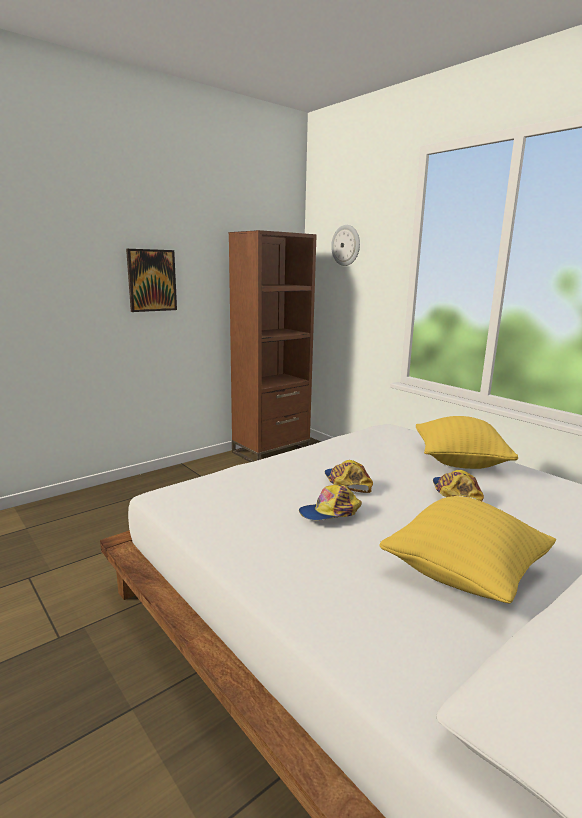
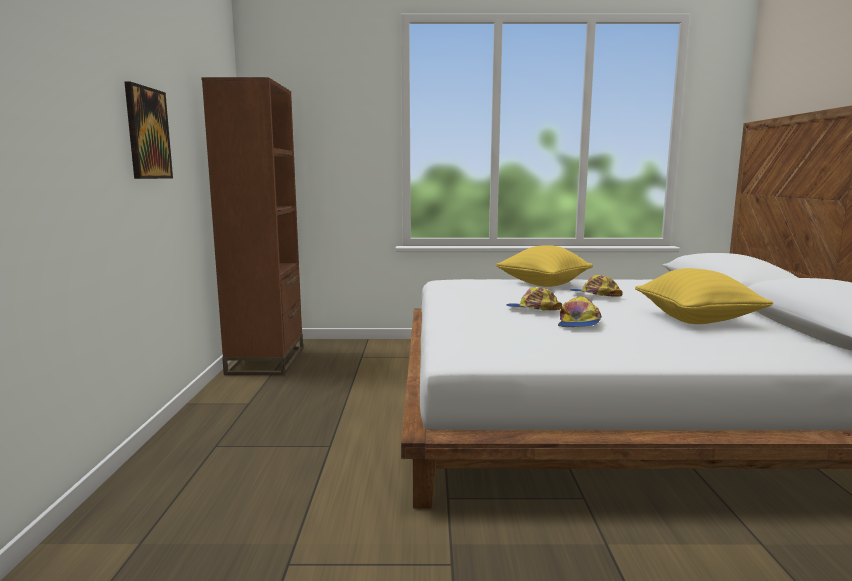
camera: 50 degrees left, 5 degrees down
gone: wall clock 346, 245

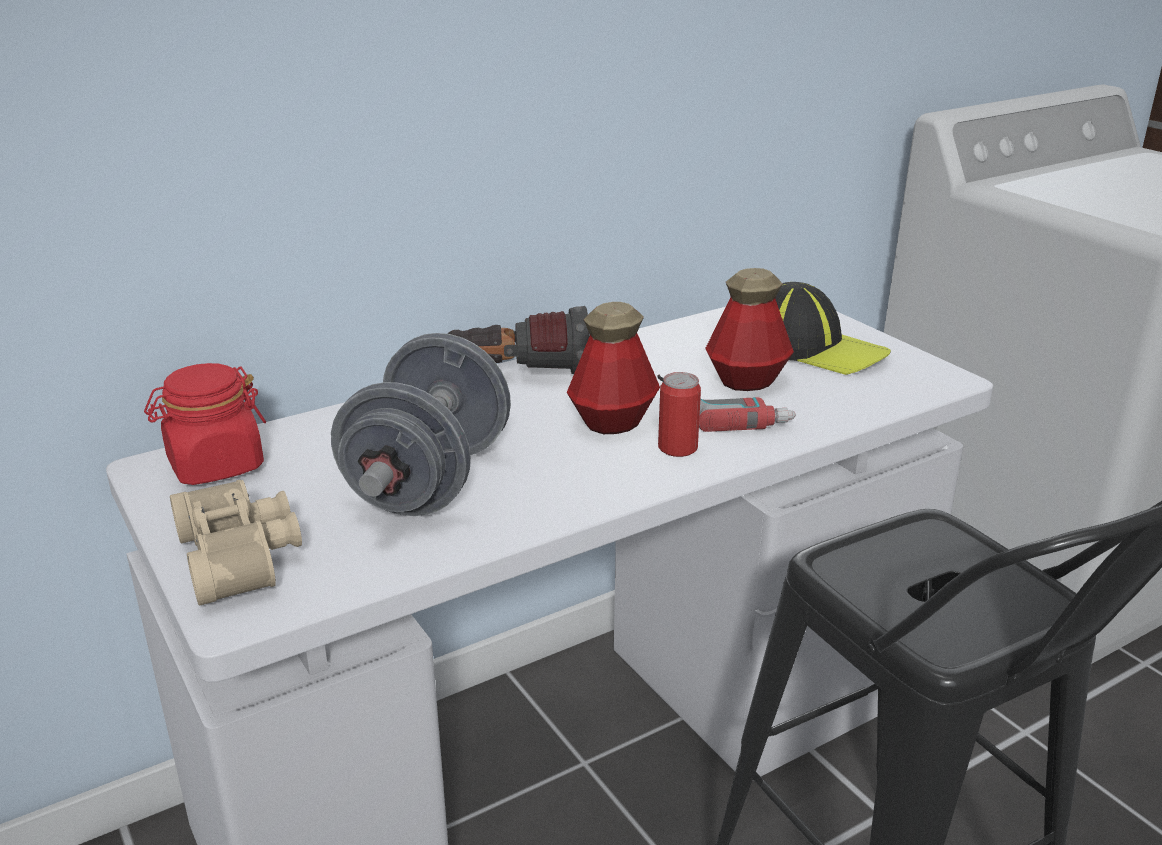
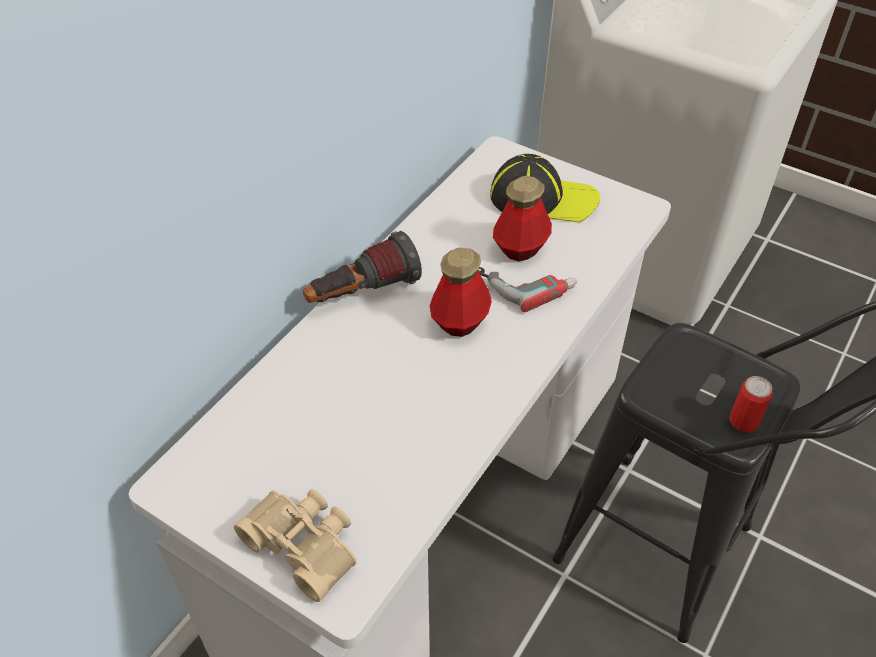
camera: 25 degrees left, 20 degrees up
gone: preserve jar (red) 215, 465; free weight (greyish) 428, 481
shifted: sealed can 677, 448 to 743, 421

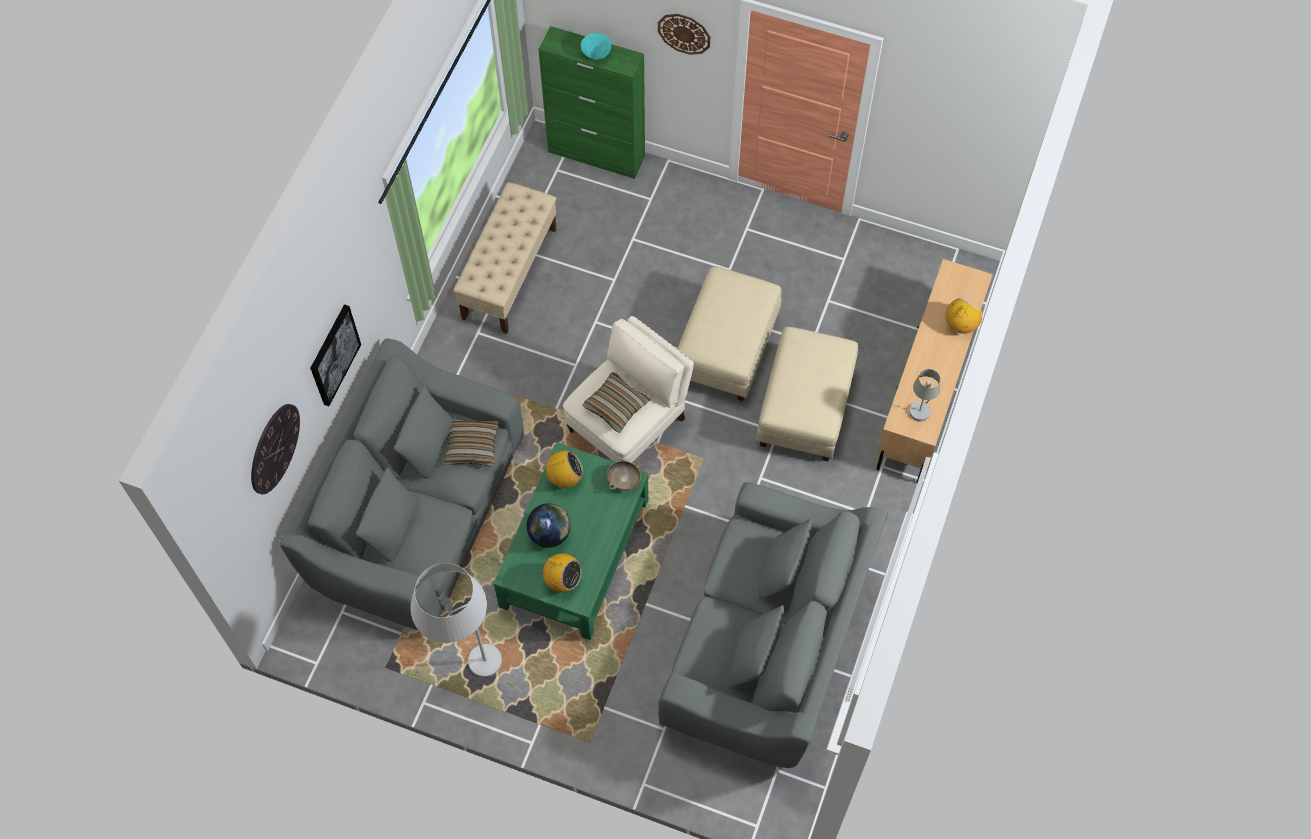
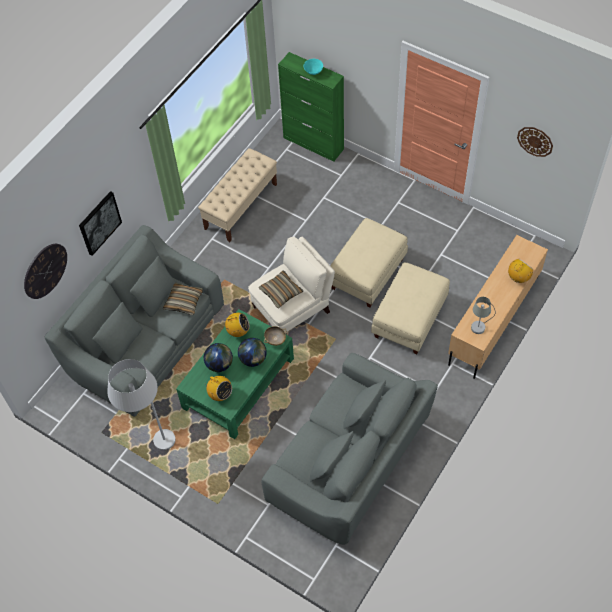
camera: 15 degrees right, 5 degrees down
new: globe 253, 359
shifted: wall clock 684, 33 to 535, 141

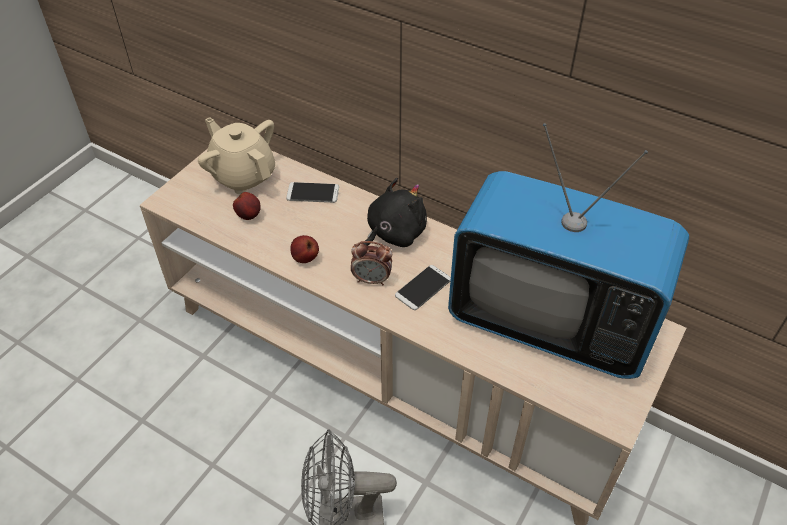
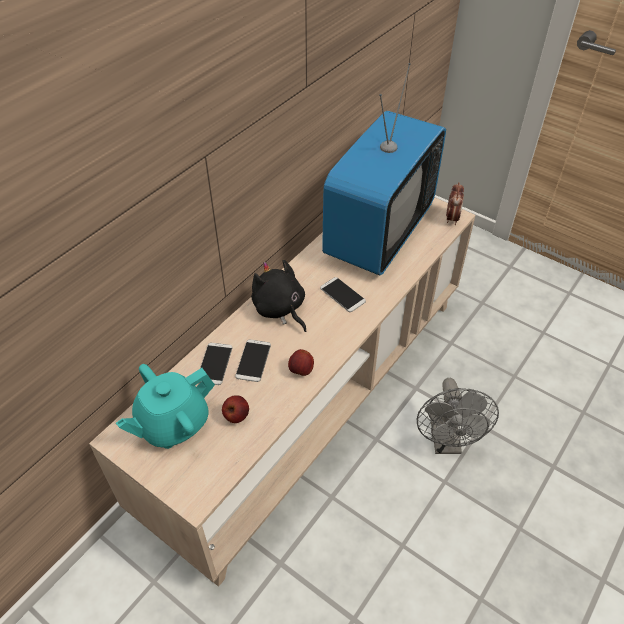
camera: 85 degrees left, 0 degrees up
new: telephone 253, 361
shifted: alarm clock 372, 279 to 452, 218
repainted: teapot (sand-coloured) 243, 175 to teapot (turquoise-coloured) 173, 424

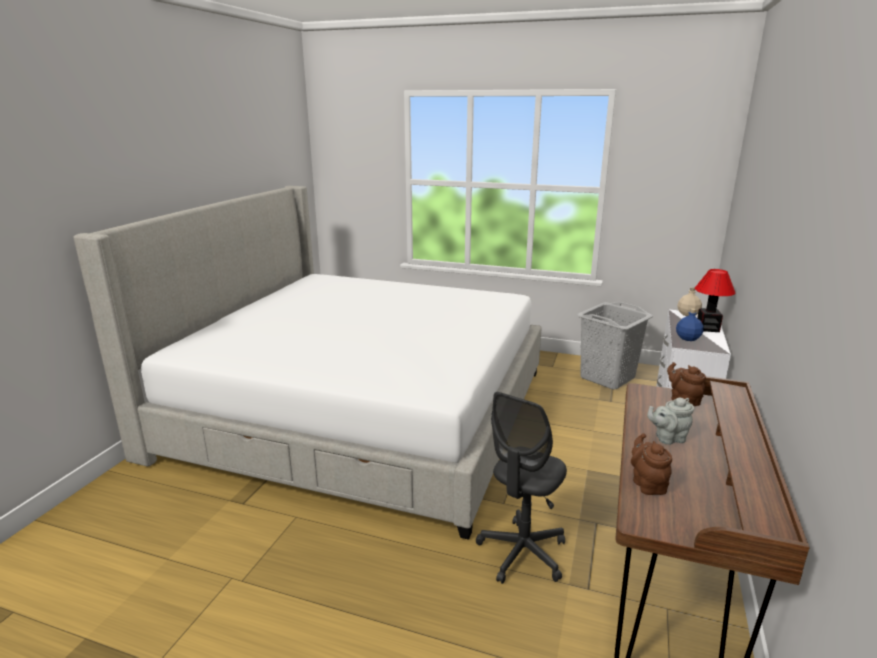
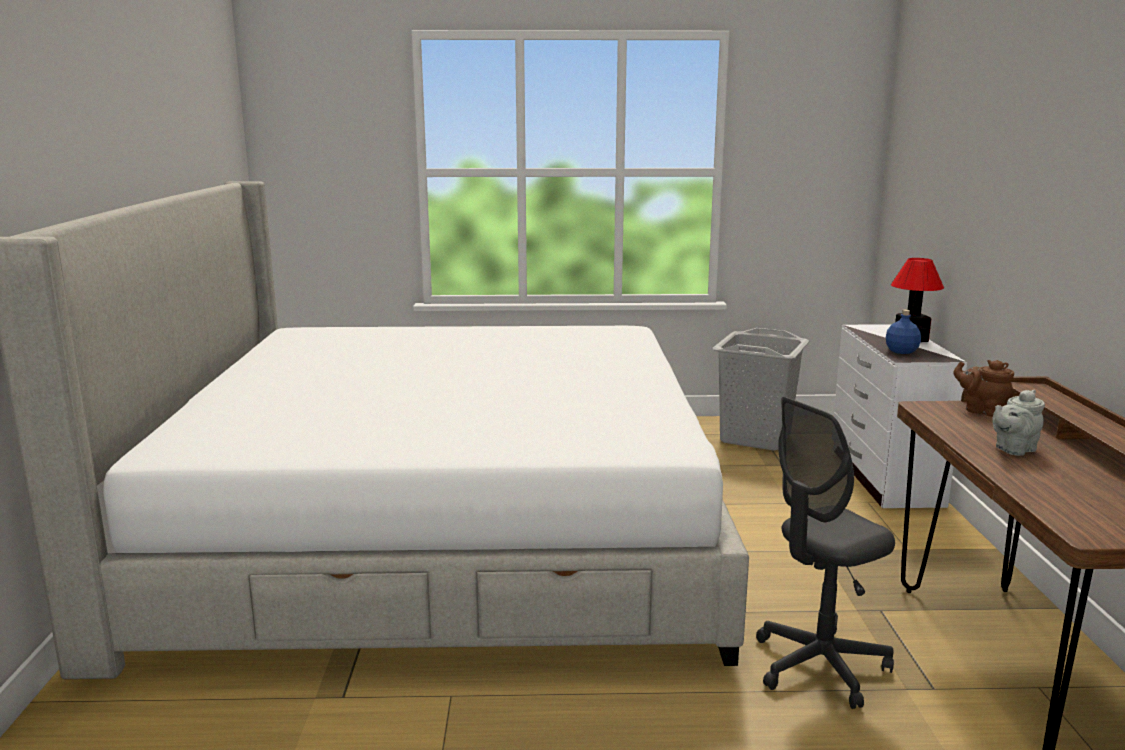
camera: 20 degrees left, 5 degrees down
gone: teapot (brown-coloured) 647, 484; drink bottle (sand-coloured) 687, 314
rotated: office chair (greyish) 522, 553 = 819, 667 45 degrees clockwise

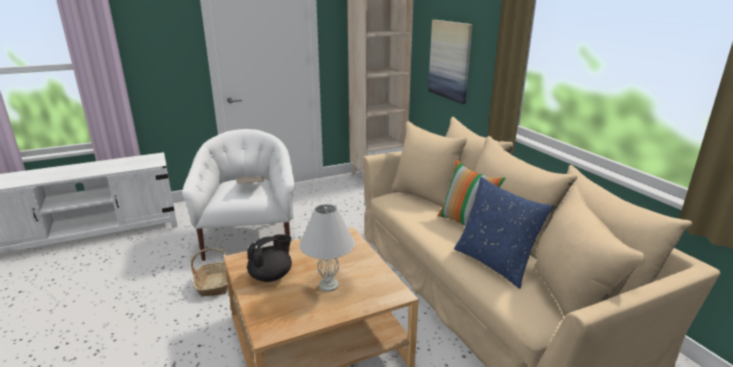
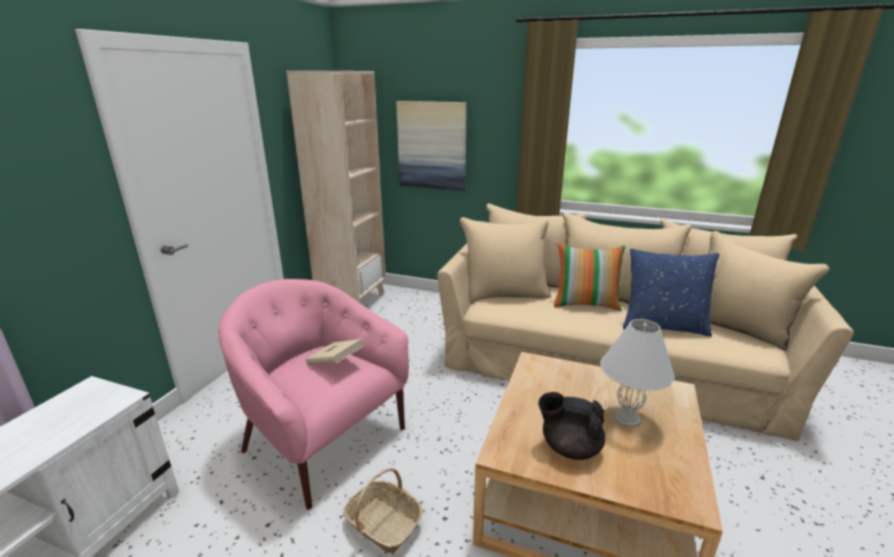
camera: 45 degrees left, 0 degrees up
repainted: lounge chair (white-coloured) 249, 237 to lounge chair (pink-coloured) 323, 440
rotated: teapot (black-coloured) 271, 276 = 569, 447 75 degrees counterclockwise

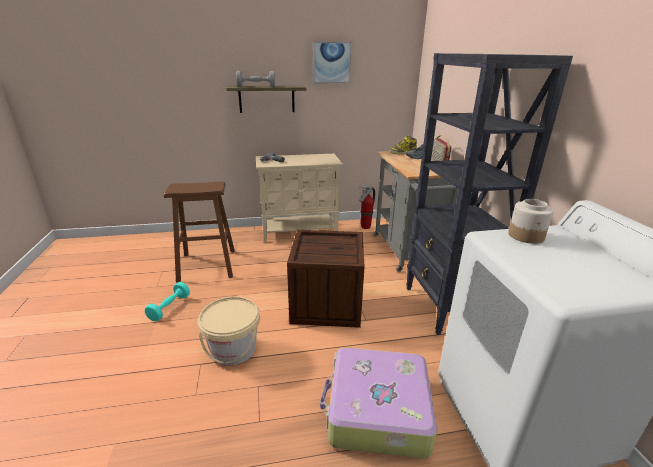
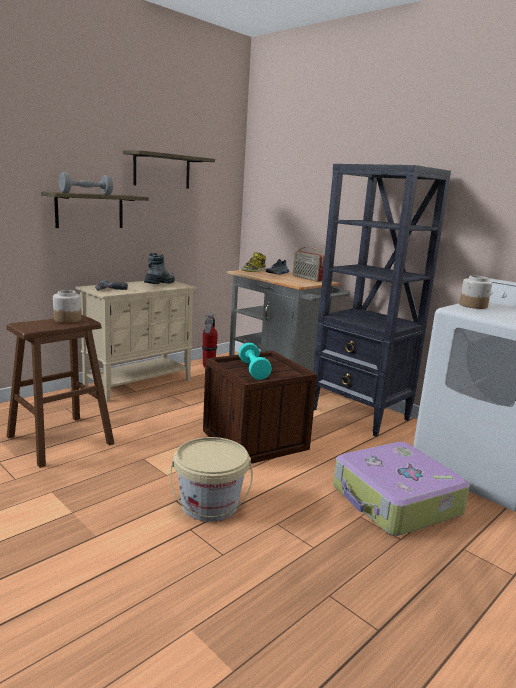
camera: 35 degrees left, 10 degrees down
new: preserve jar 68, 319; high-top boot 159, 284
shifted: free weight (turquoise-coloured) 169, 308 to 253, 370
swapped: wall art 331, 63 to shelf 162, 171

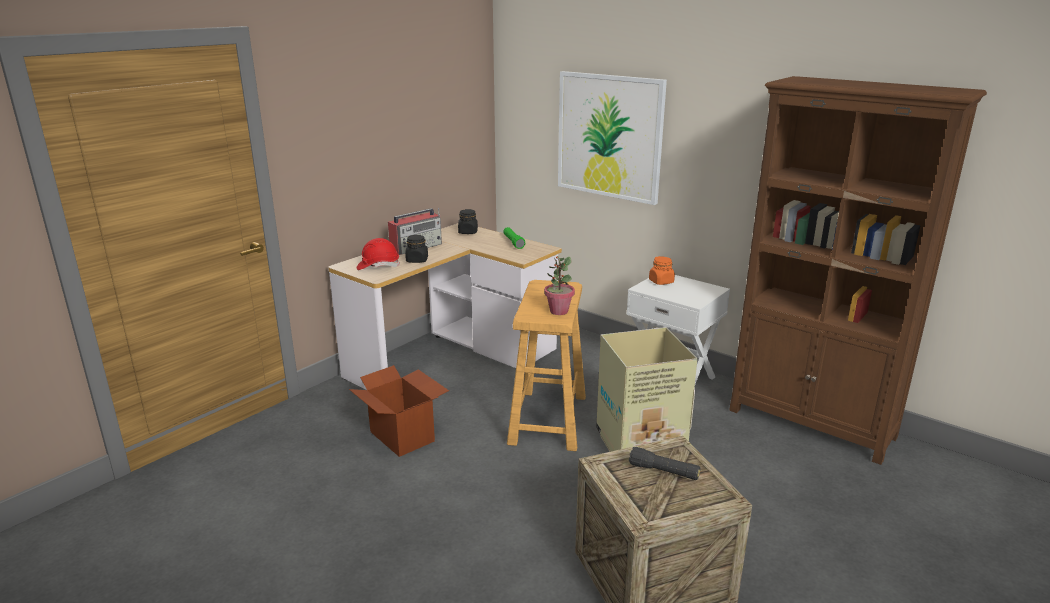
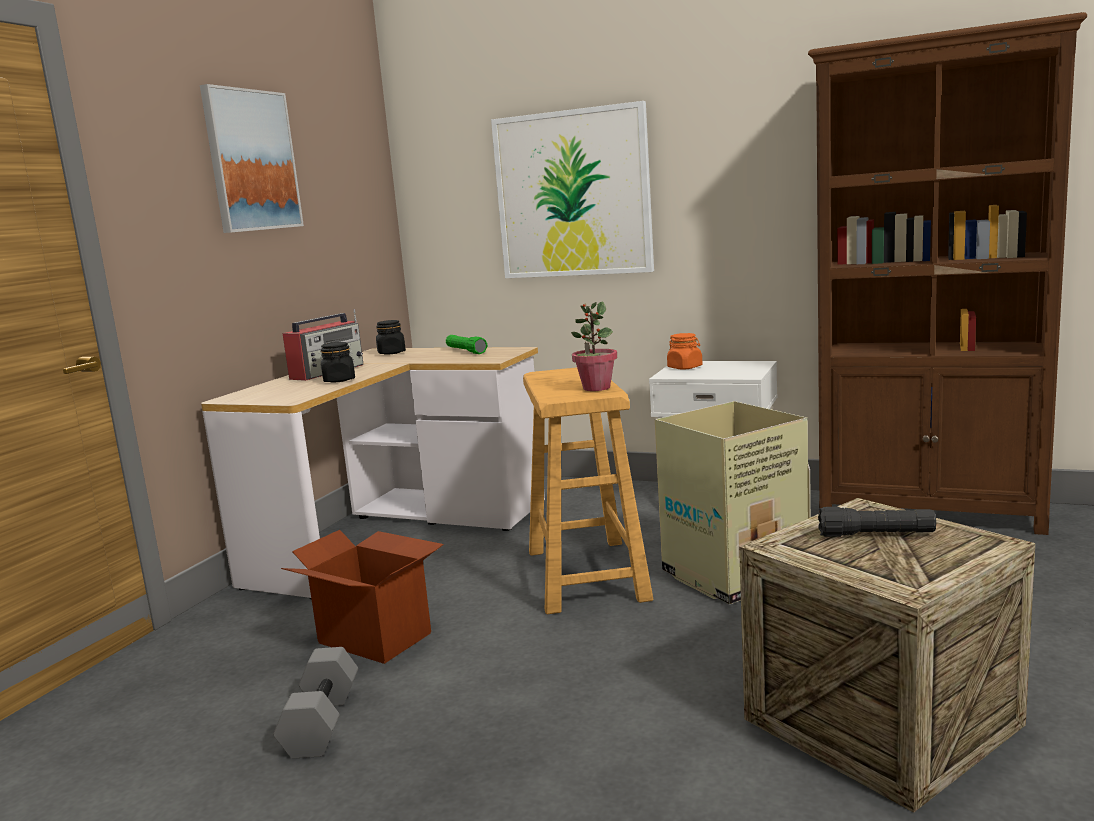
camera: 15 degrees left, 10 degrees down
gone: safety helmet (red) 378, 266
new: wall art 251, 161; free weight (greyish) 320, 722

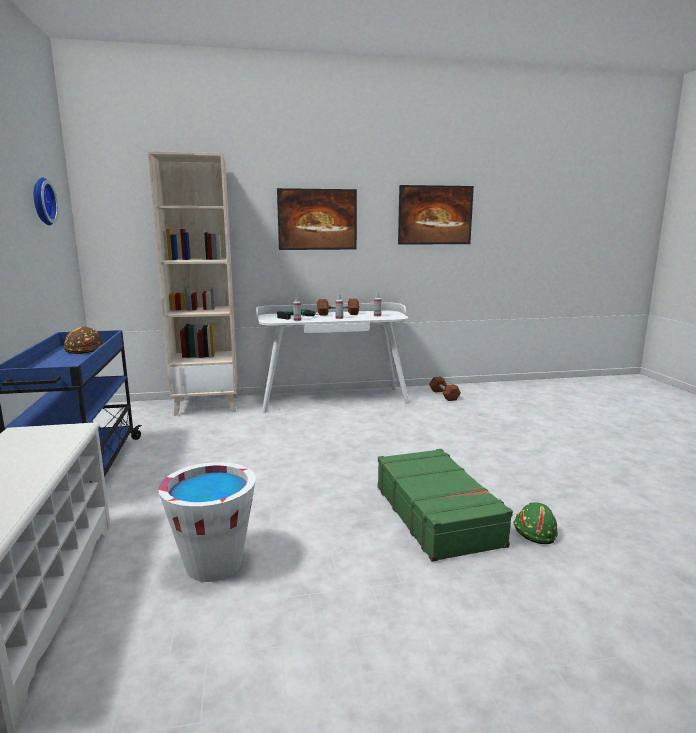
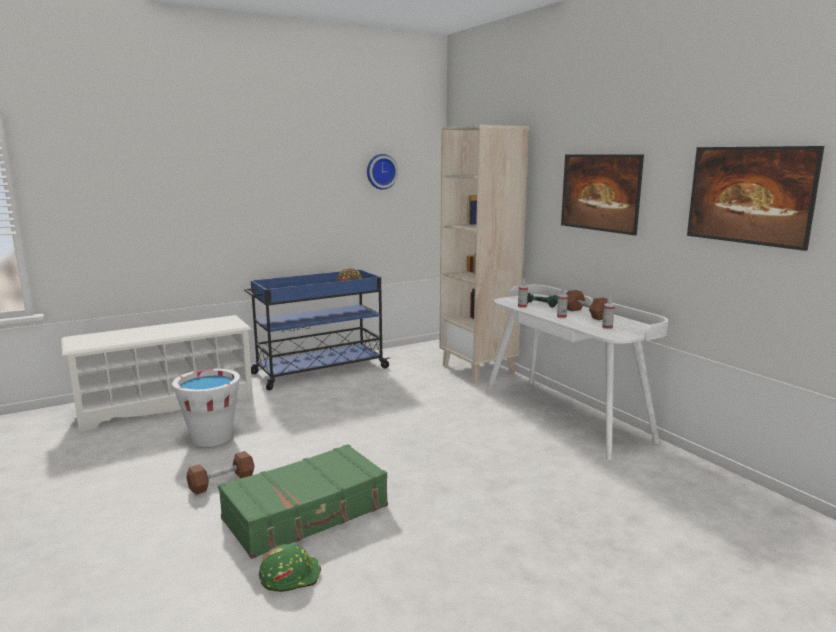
camera: 70 degrees right, 0 degrees up
shifted: free weight (brown-coloured) 444, 395 to 222, 482

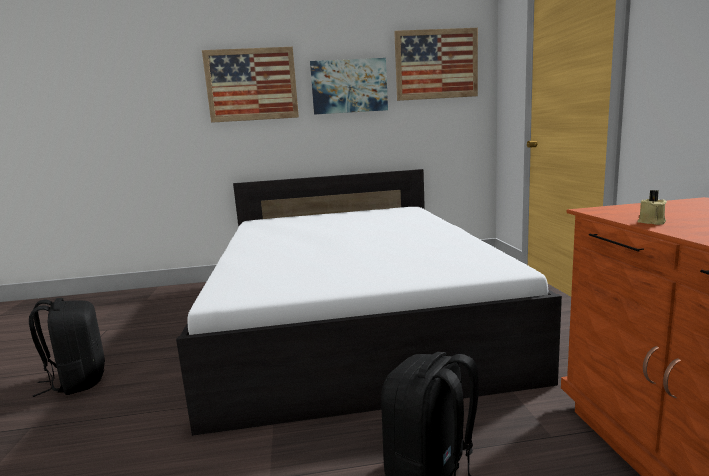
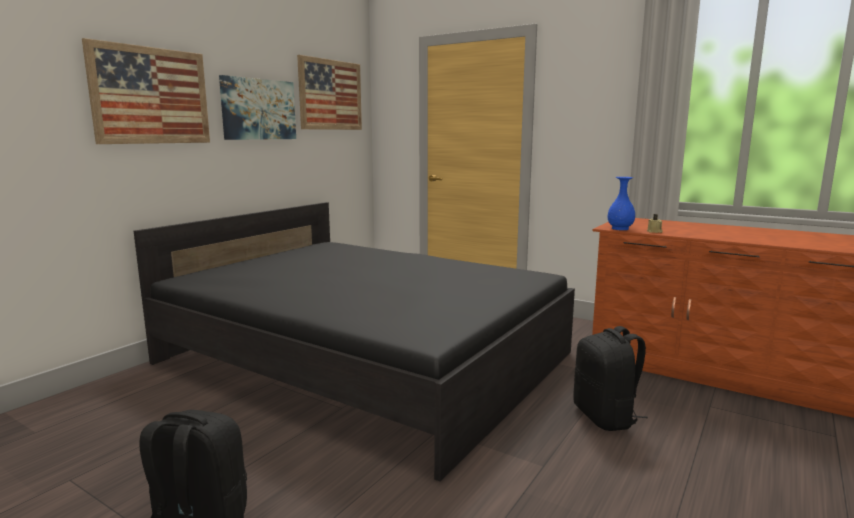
camera: 50 degrees left, 0 degrees up
new: decorative vase (blue) 620, 229
repainted: bed (white-coloured) 351, 315 to bed (black-coloured) 365, 358

